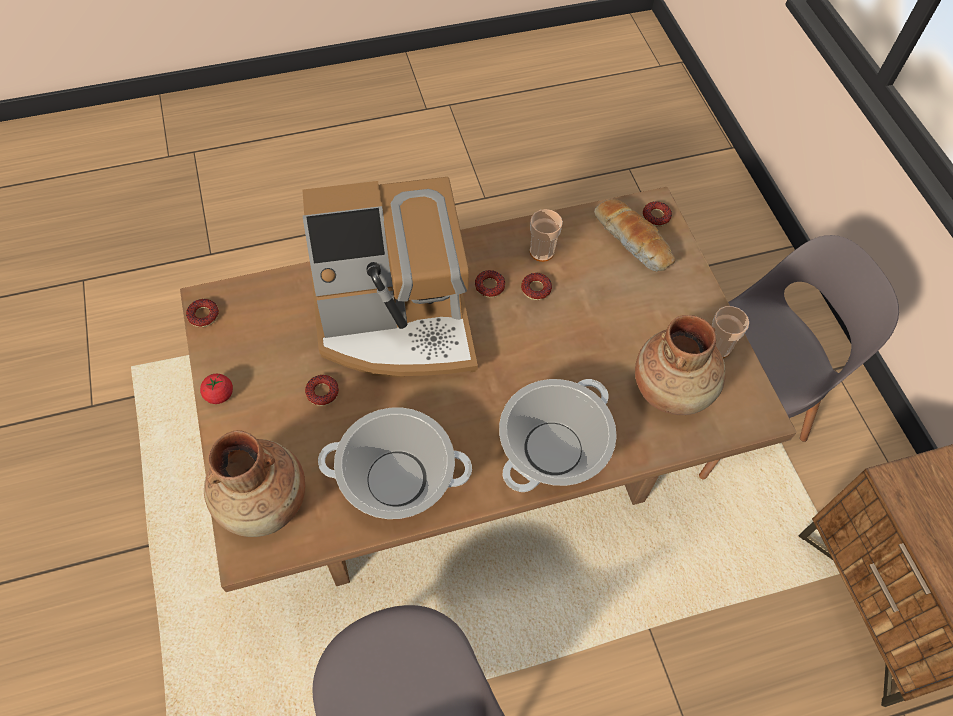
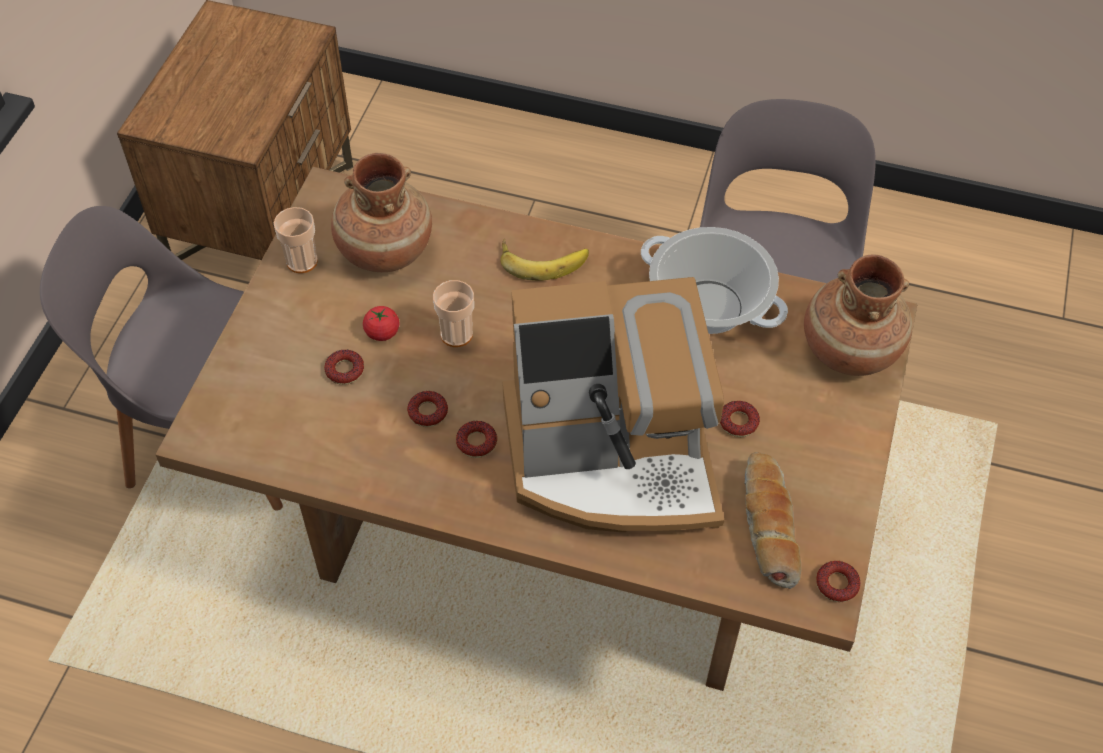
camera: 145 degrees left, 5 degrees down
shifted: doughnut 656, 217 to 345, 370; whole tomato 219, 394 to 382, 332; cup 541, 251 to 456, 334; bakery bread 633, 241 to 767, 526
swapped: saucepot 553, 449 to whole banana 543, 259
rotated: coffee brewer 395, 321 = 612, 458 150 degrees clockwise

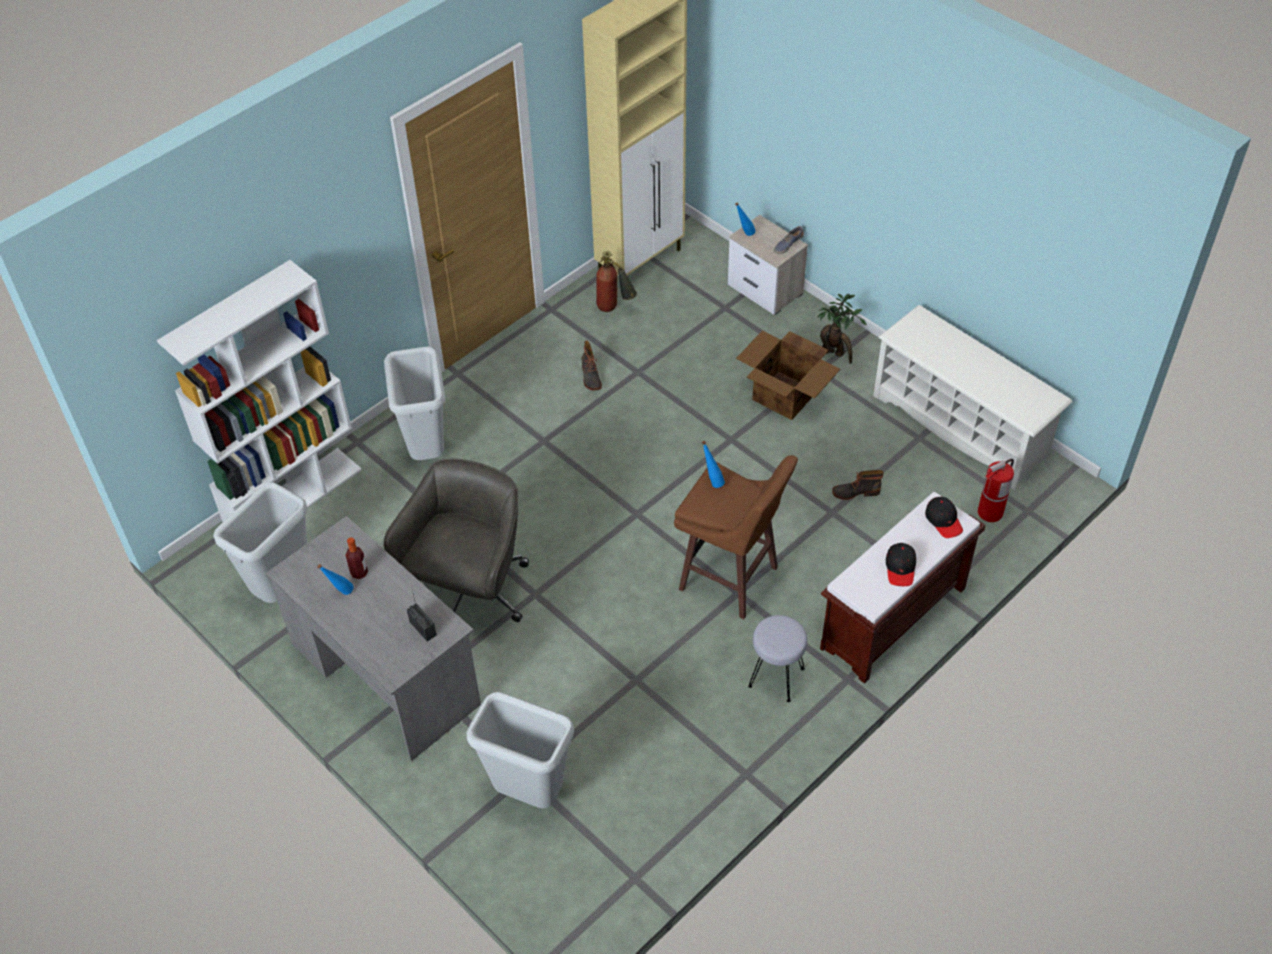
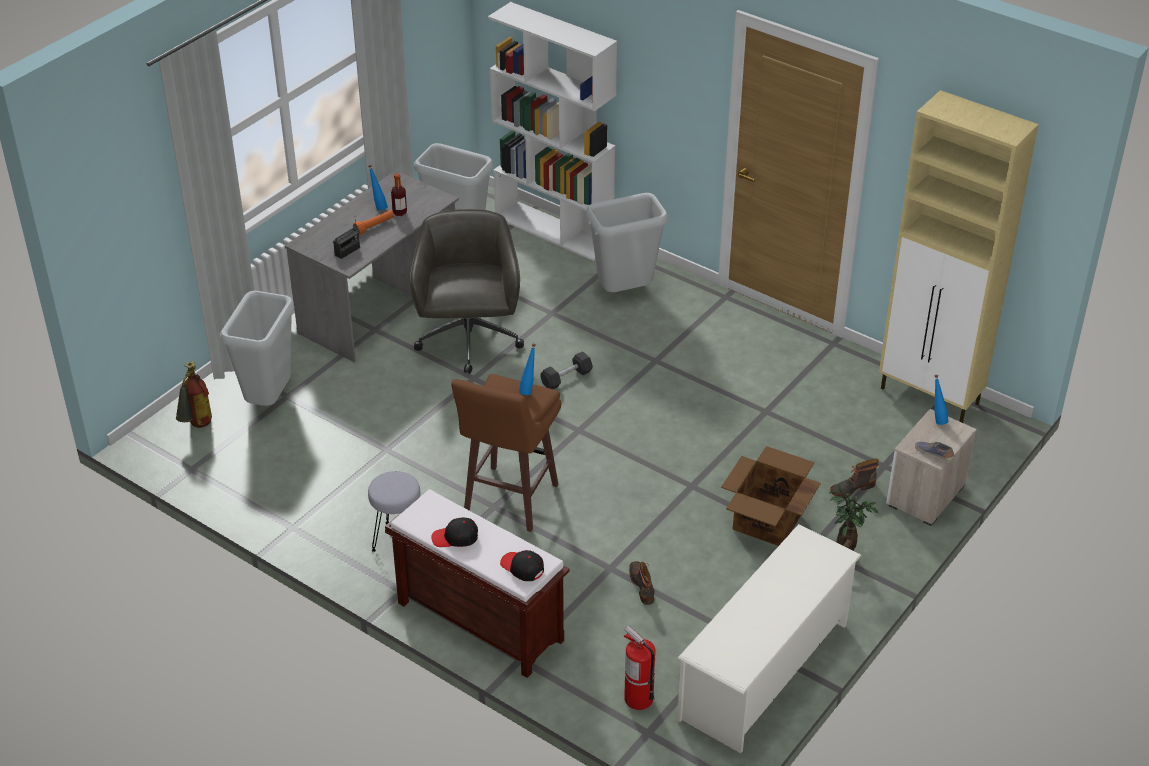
camera: 80 degrees right, 10 degrees down
new: hand torch (orange-coloured) 374, 226; free weight (greyish) 566, 378
shifted: fire-fighting cylinder 614, 308 to 196, 427; high-top boot 590, 377 to 852, 488
rotated: office chair (greyish) 470, 593 = 469, 341 105 degrees counterclockwise; baseball cap (black-coloured) 943, 520 = 522, 568 75 degrees clockwise

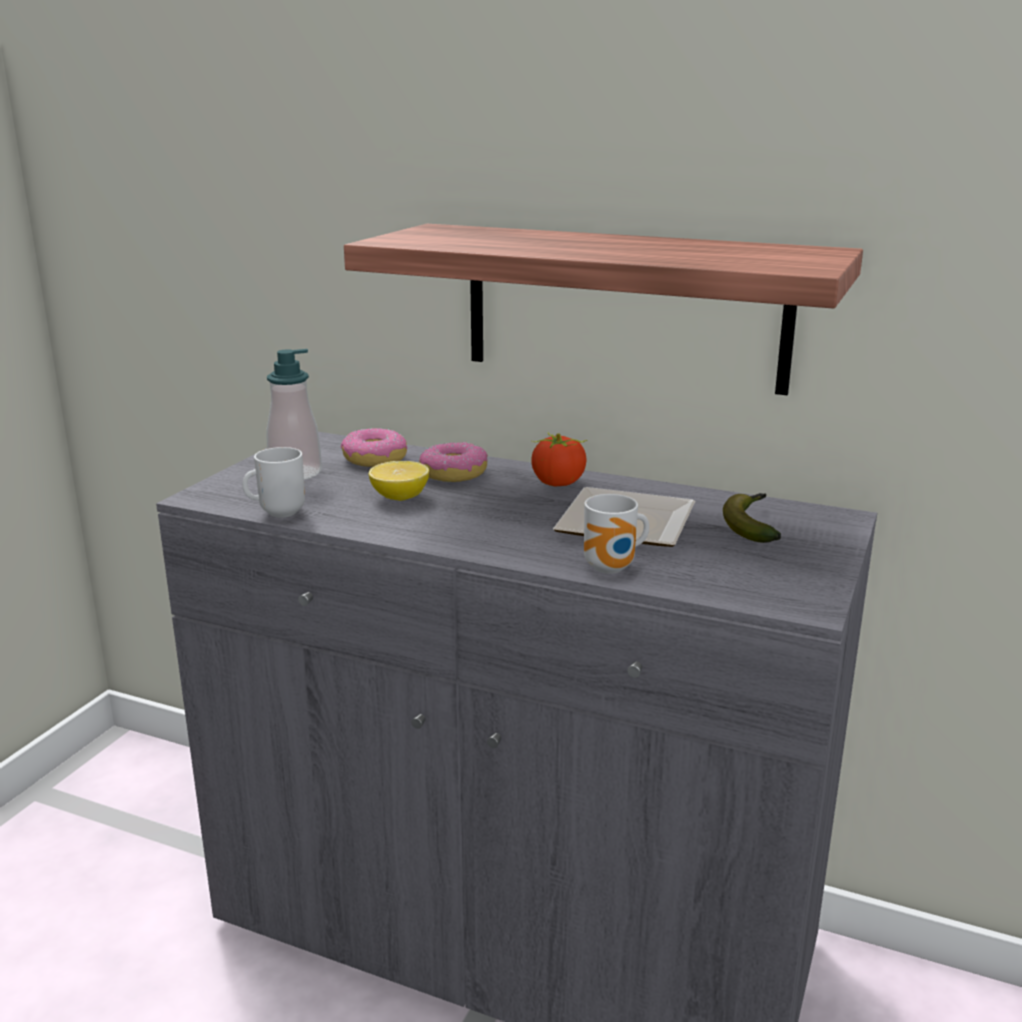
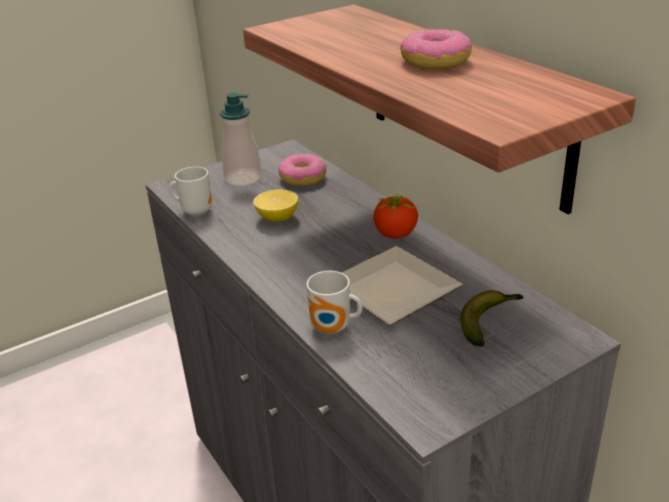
camera: 35 degrees right, 10 degrees up
shifted: doughnut 454, 474 to 436, 62

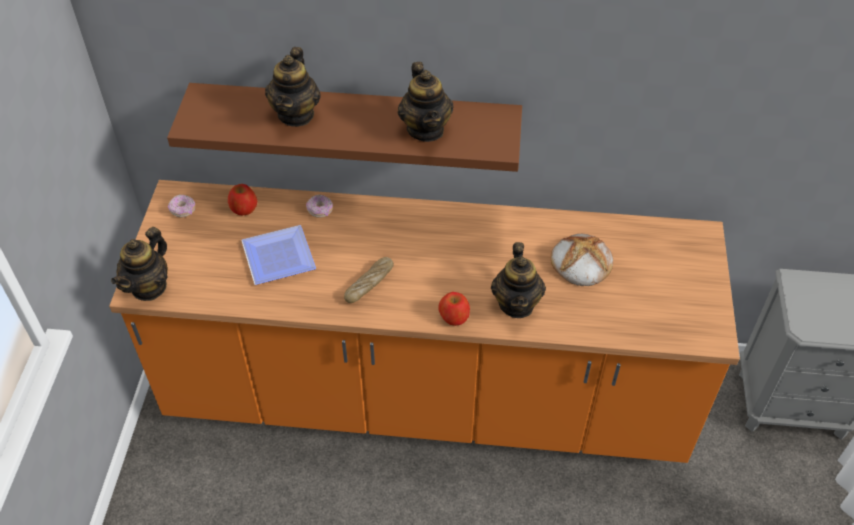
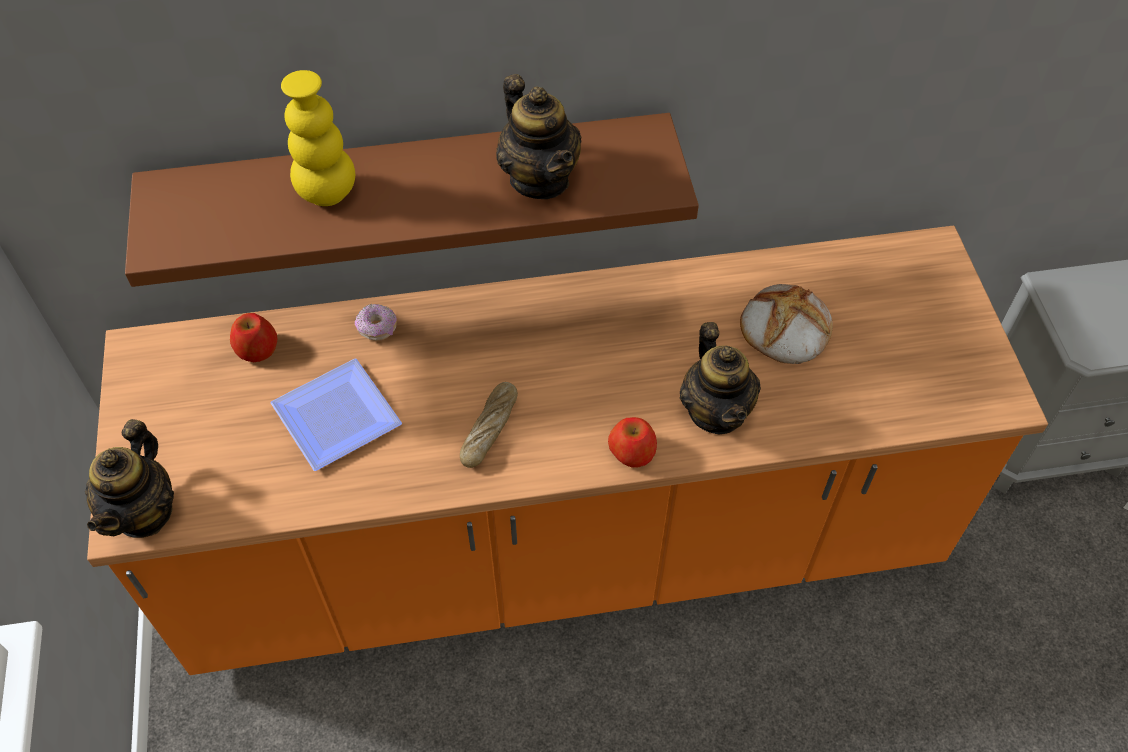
camera: 15 degrees left, 5 degrees up
gone: doughnut 183, 210
swapped: teapot 296, 114 to decorative vase (yellow) 327, 193

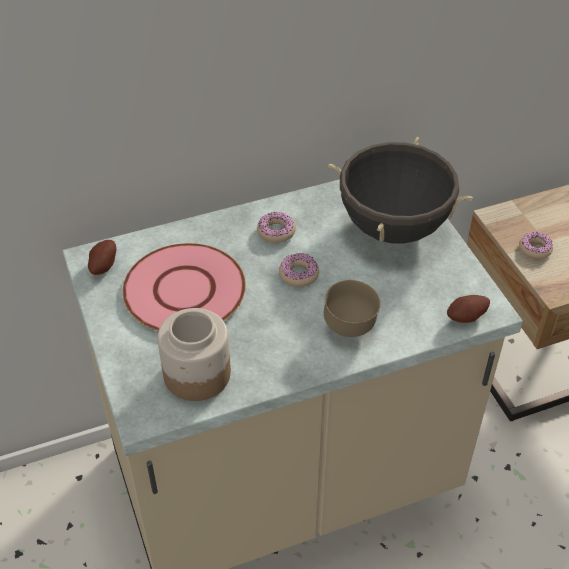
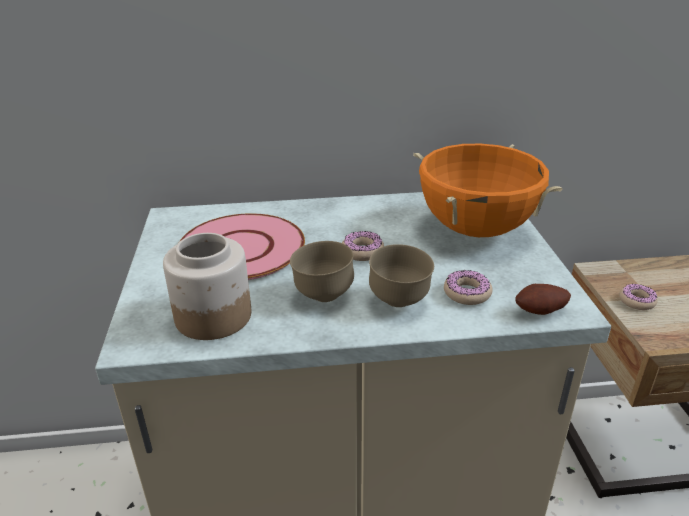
camera: 15 degrees right, 15 degrees down
gone: potato 102, 265
new: bowl (brown-coloured) 323, 296
shifted: doughnut 276, 231 to 467, 293
repainted: saucepot (black-coloured) 393, 227 to saucepot (orange-coloured) 476, 229

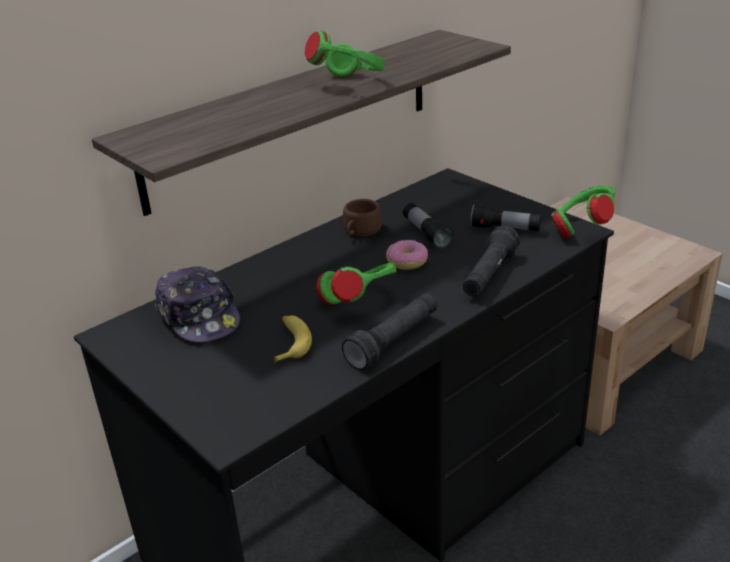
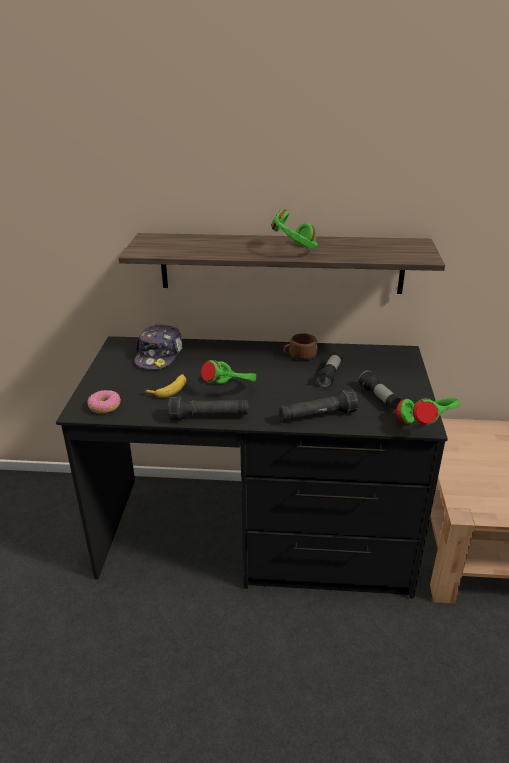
camera: 45 degrees right, 0 degrees up
shifted: doughnut 407, 262 to 104, 407

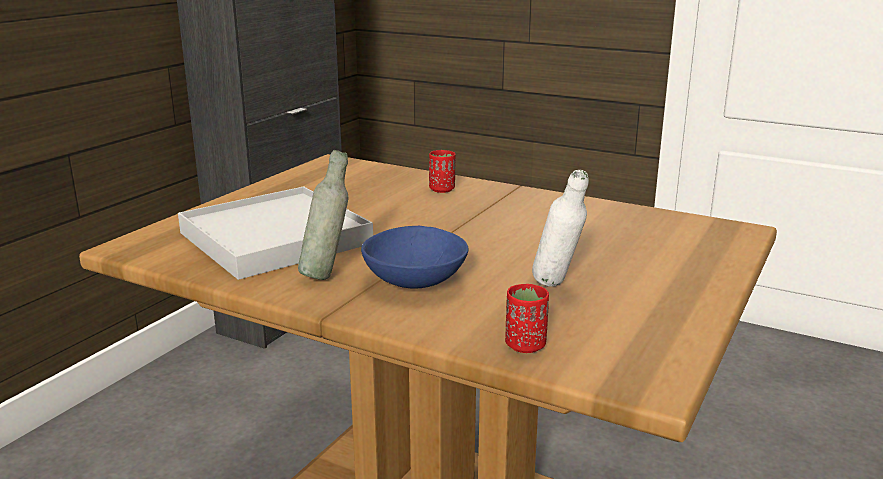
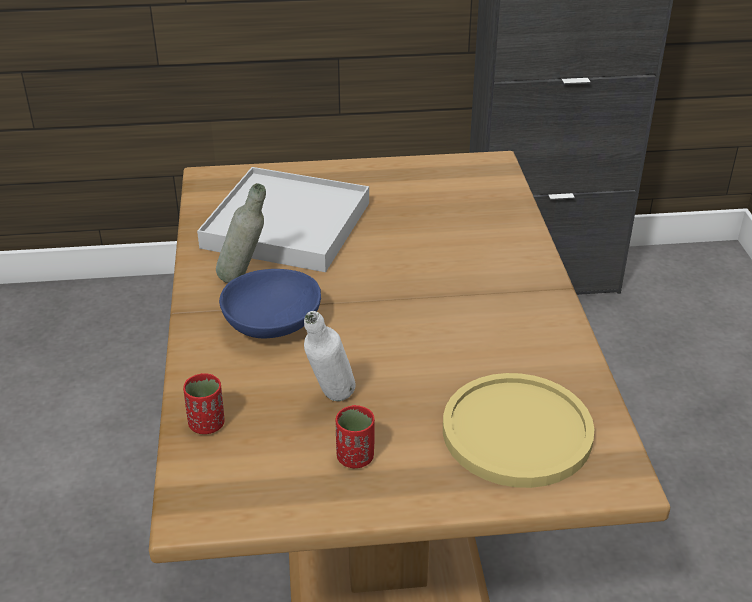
camera: 55 degrees right, 15 degrees up
new: plate (yellow) 517, 432
shifted: cup (red) 442, 189 to 355, 458

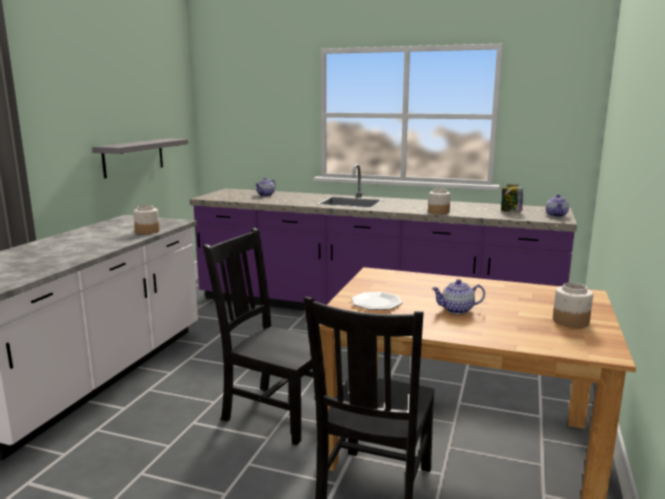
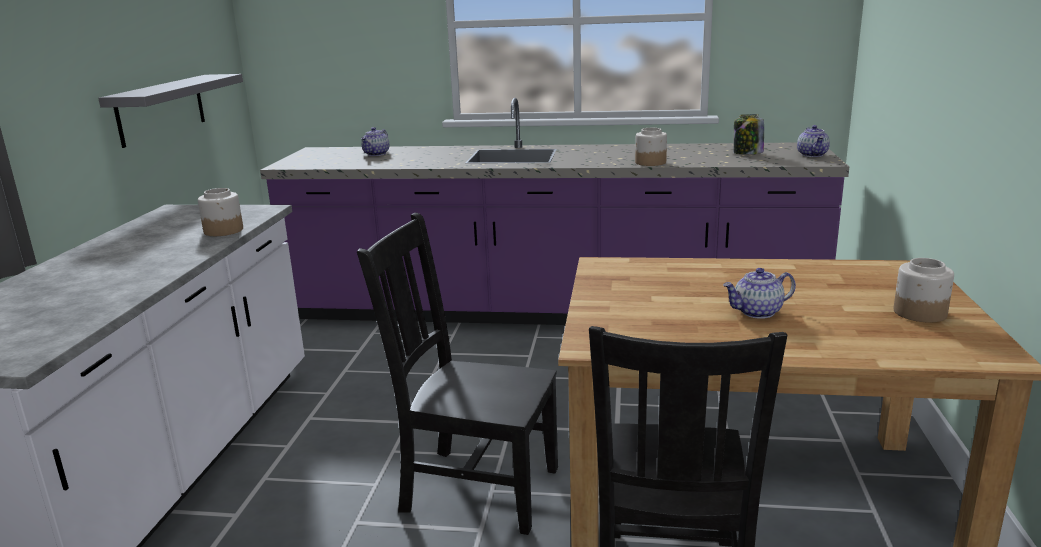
camera: 10 degrees left, 5 degrees up
gone: plate 376, 302

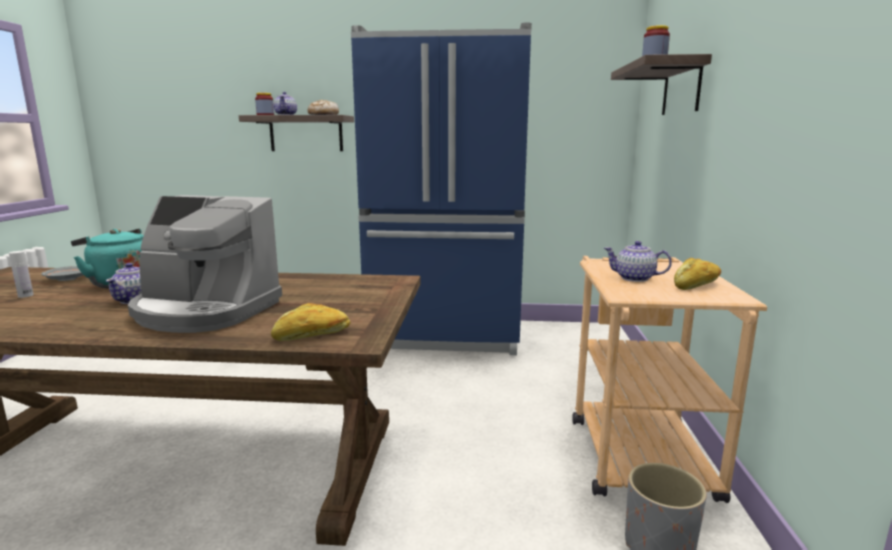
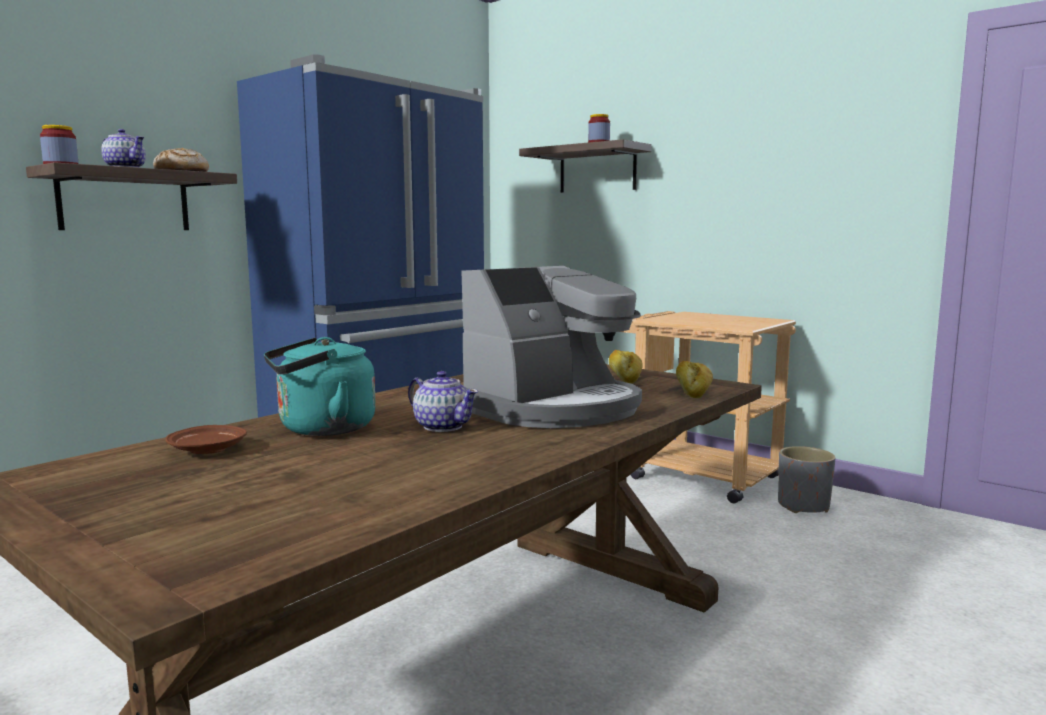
camera: 55 degrees left, 5 degrees down
gone: drink bottle (white-coloured) 25, 295; teapot 635, 278
shifted: bakery bread 696, 285 to 625, 378
repainted: plate (greyish) 67, 279 to plate (brown-coloured) 208, 450

